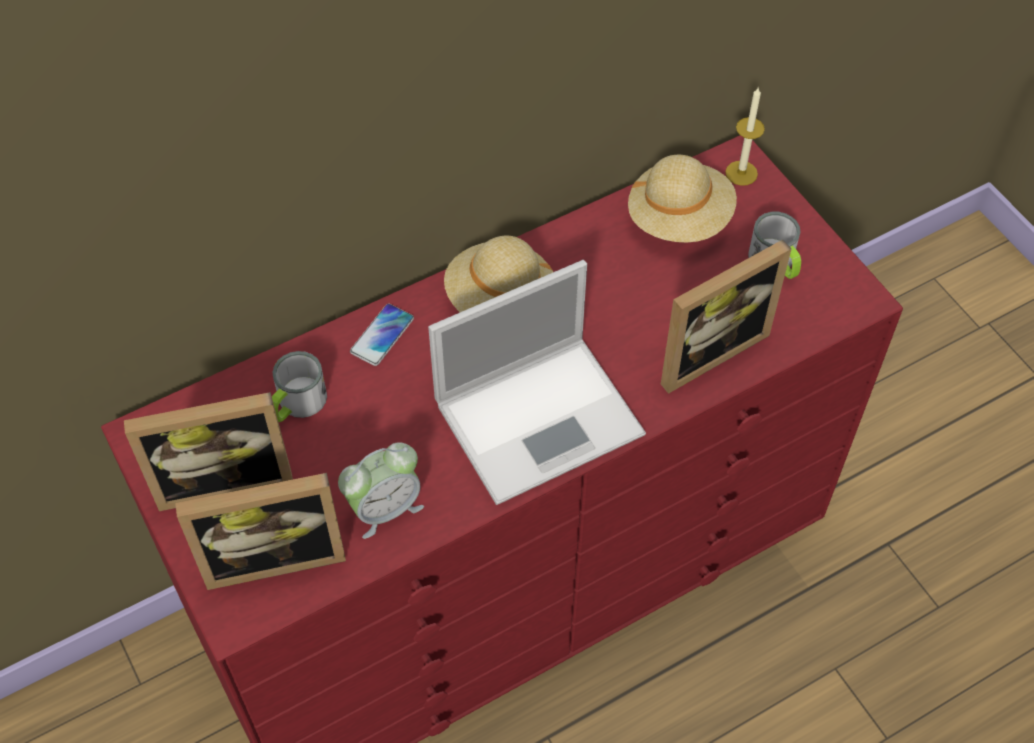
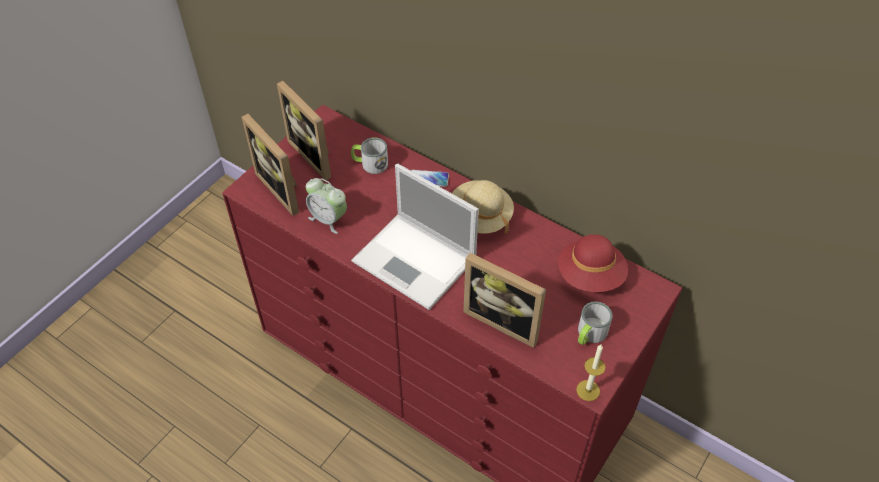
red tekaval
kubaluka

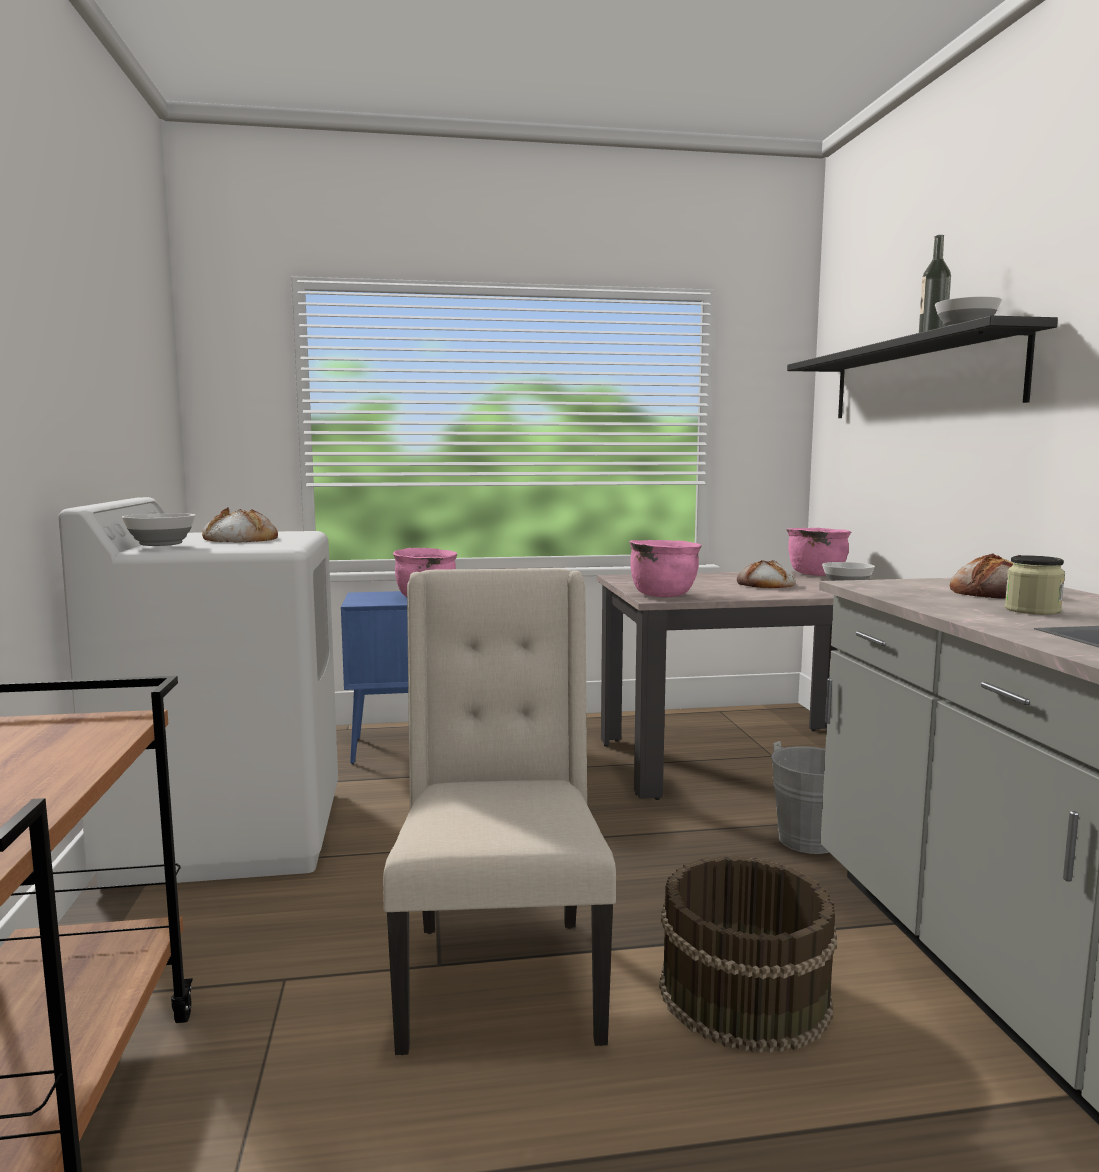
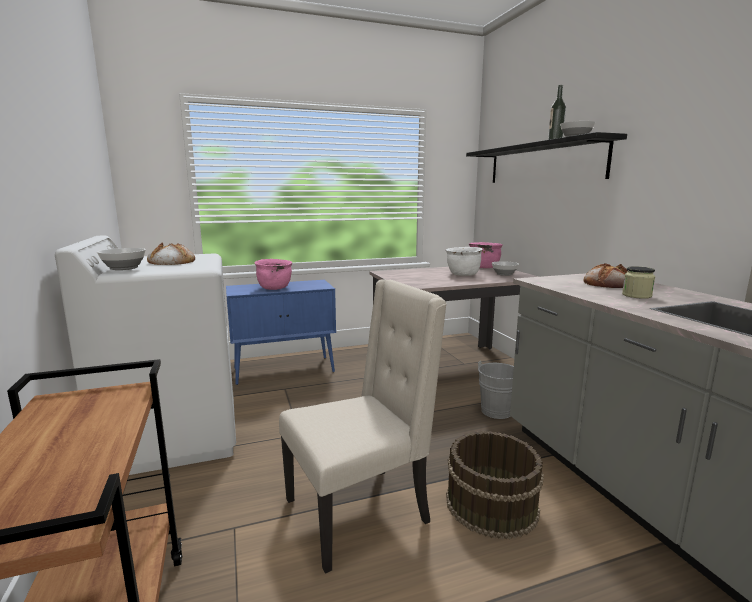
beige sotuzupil
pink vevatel (2nd from left in the first image)
white vevatel

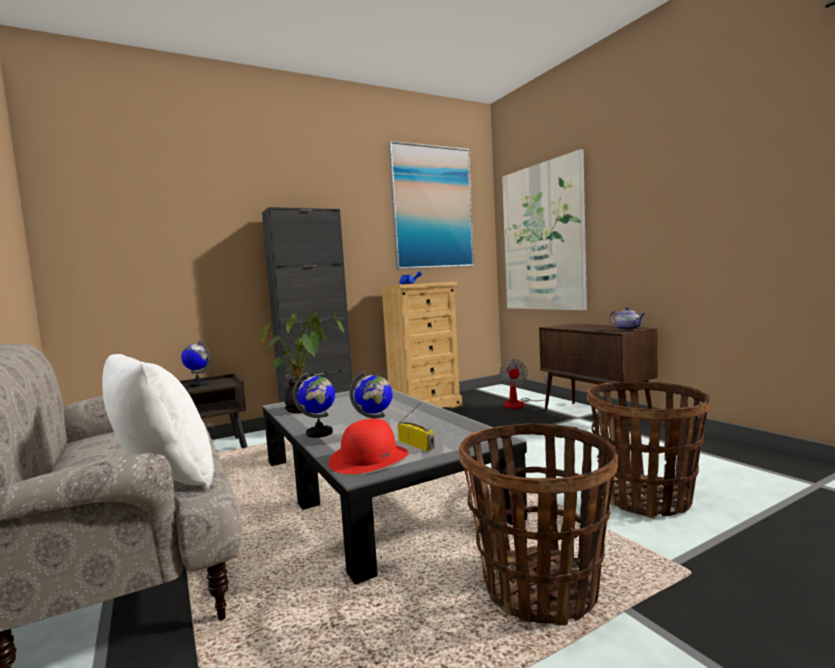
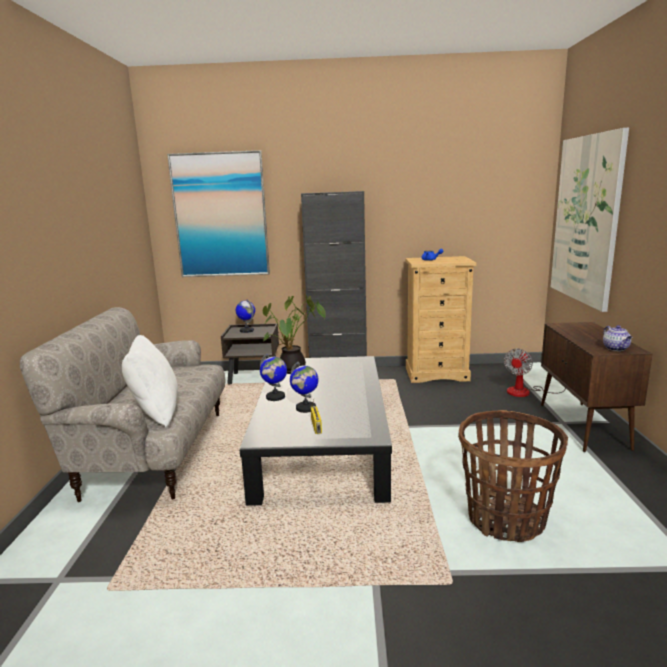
red tekaval
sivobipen (1st from left)
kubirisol (1st from left in the first image)

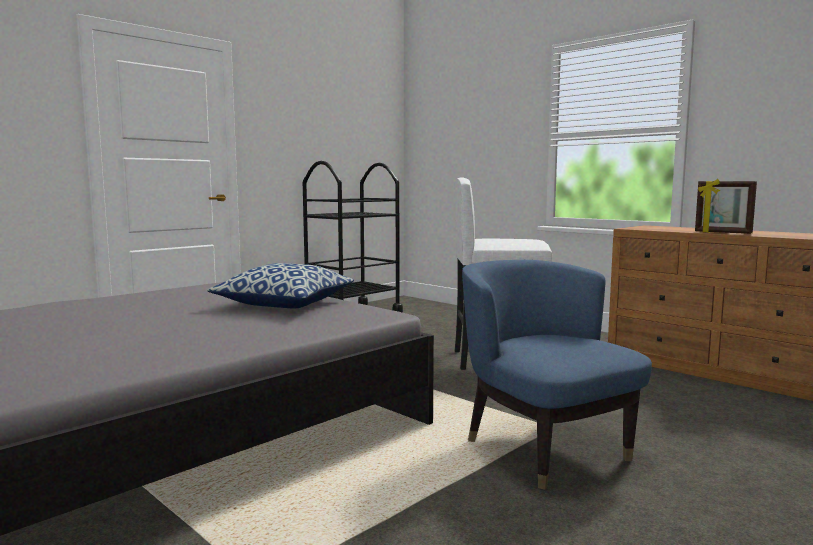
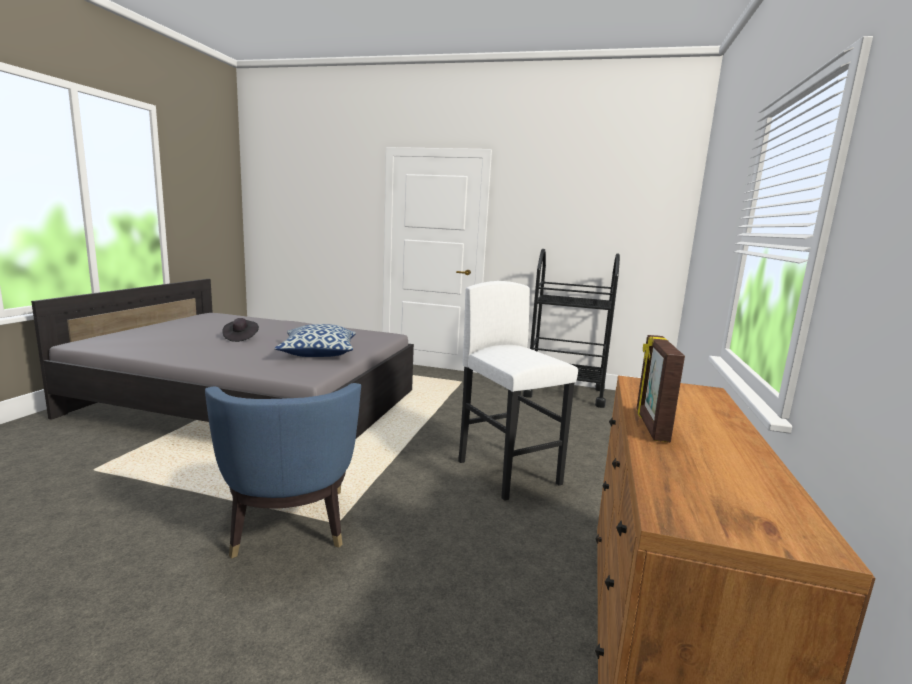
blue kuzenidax
black tekaval

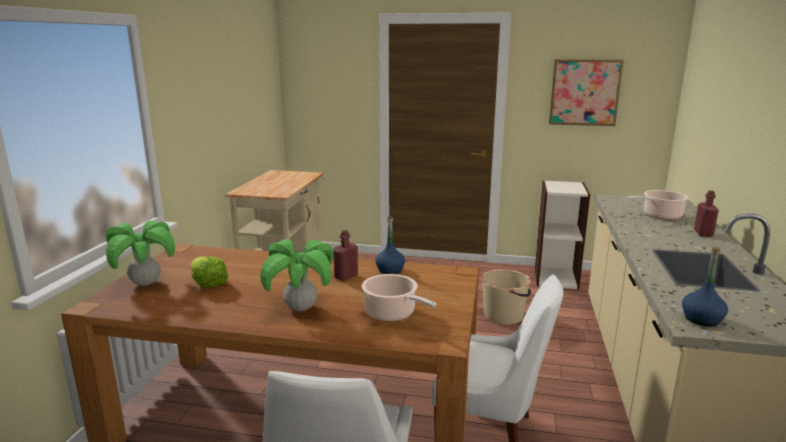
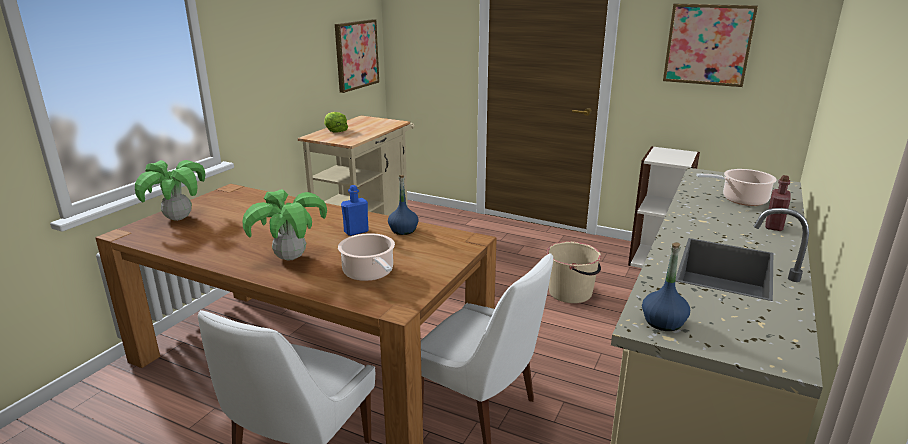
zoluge
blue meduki (1st from left)
sivobipen (1st from left)

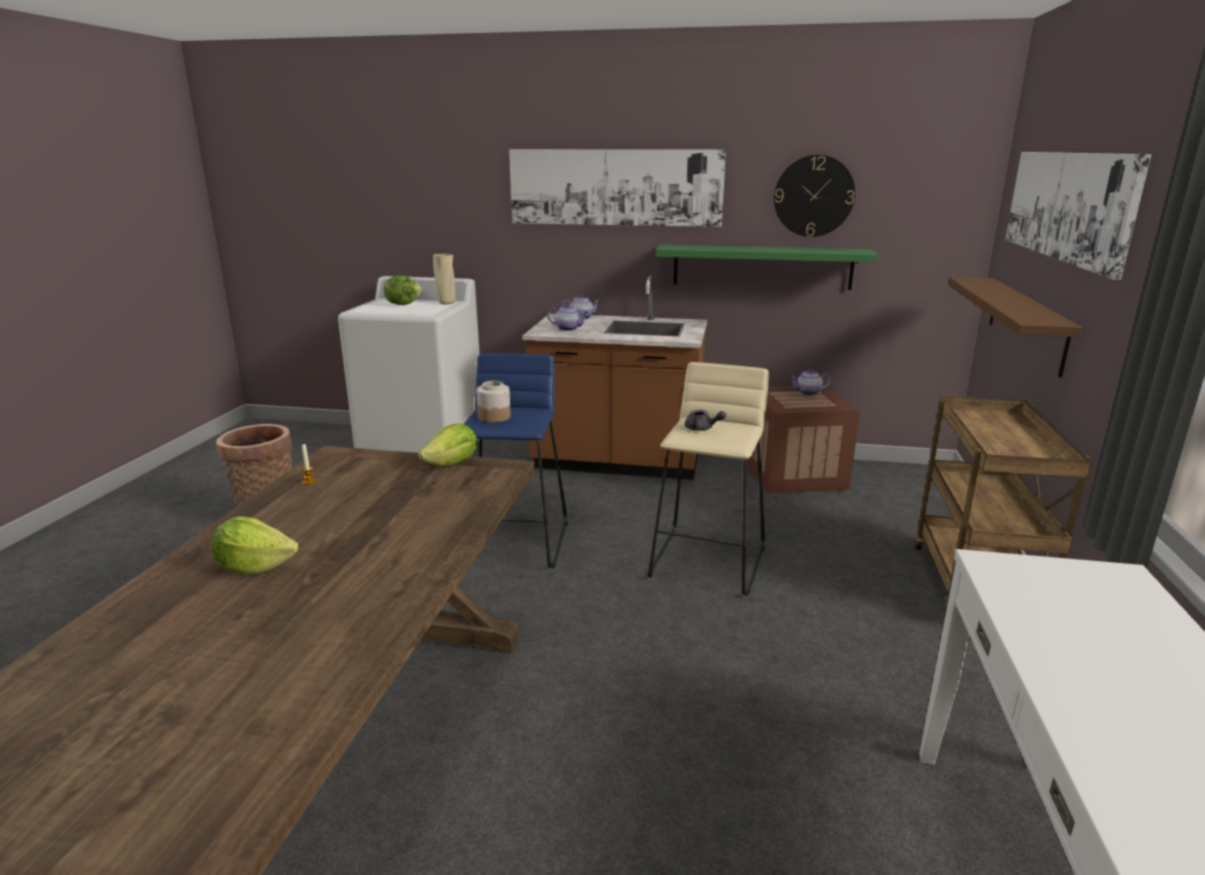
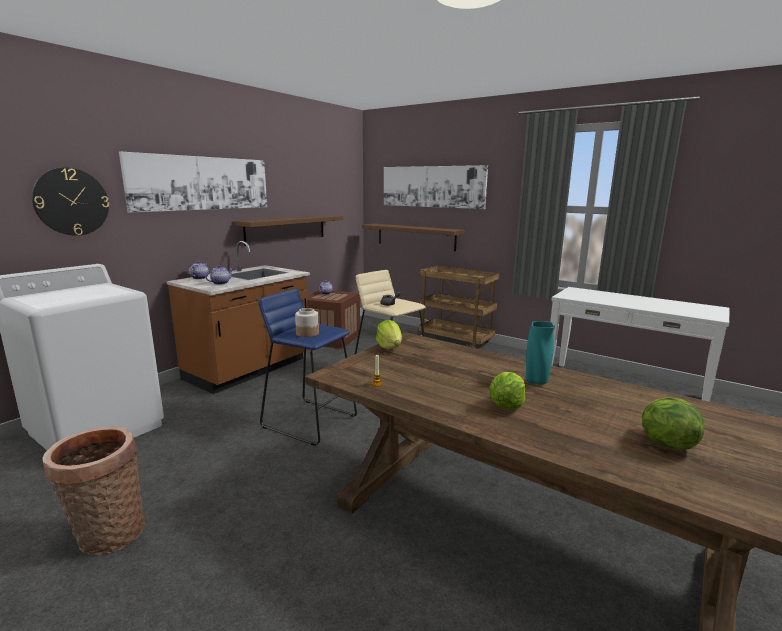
zoluge (3rd from left)
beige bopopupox
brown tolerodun (1st from left)
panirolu
turquoise bopopupox

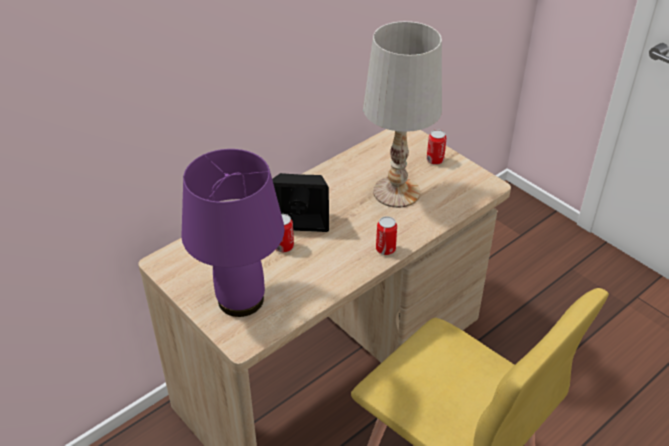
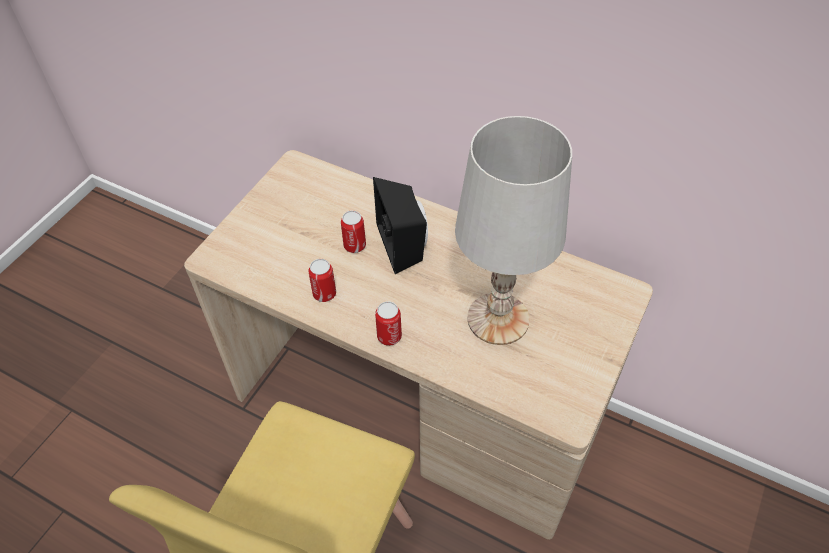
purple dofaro
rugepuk (1st from left)

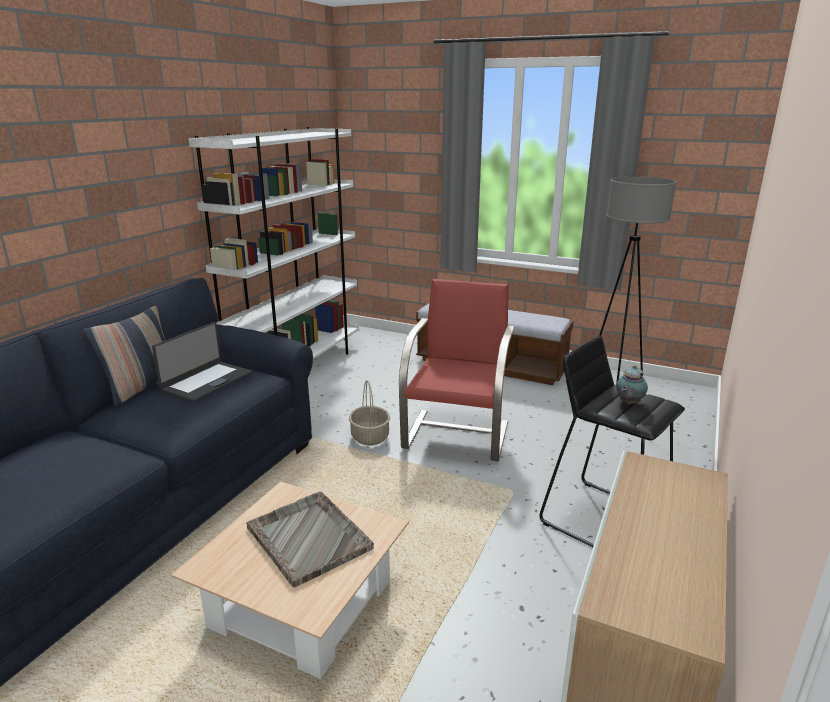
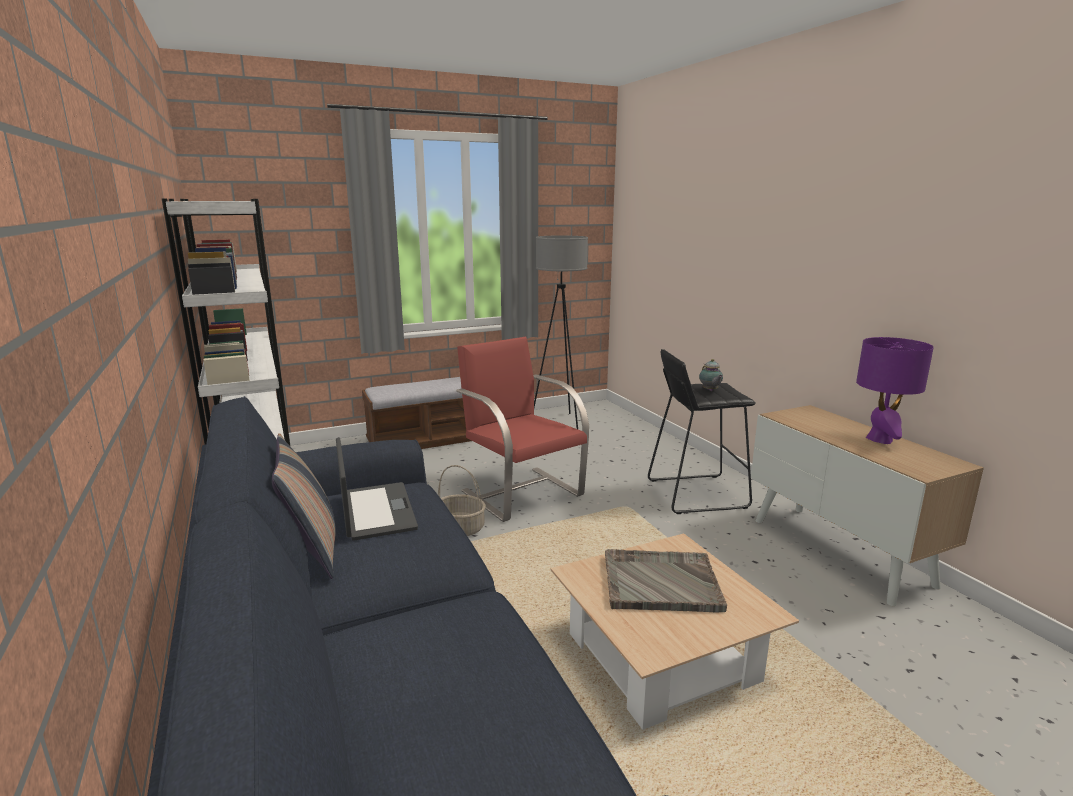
purple dofaro

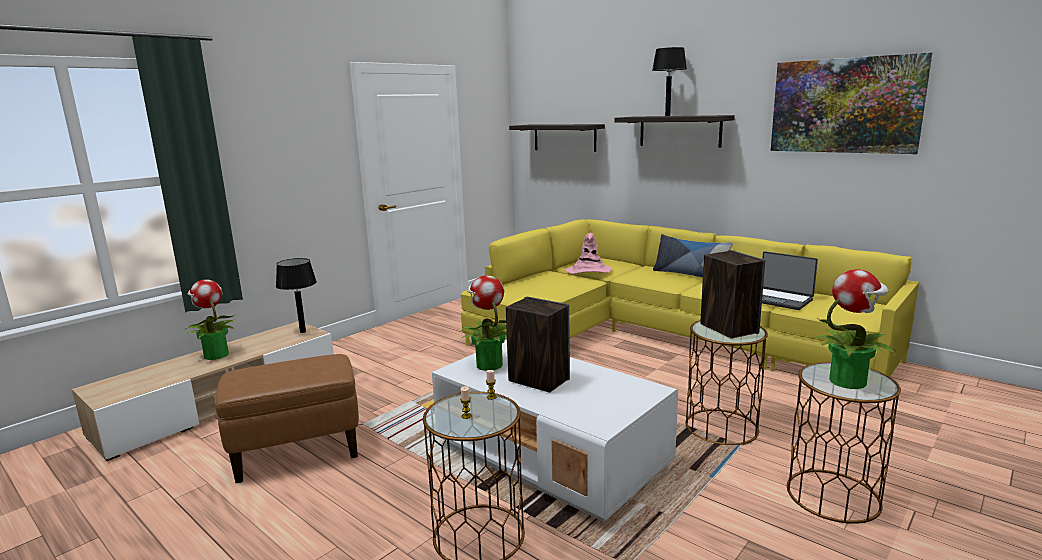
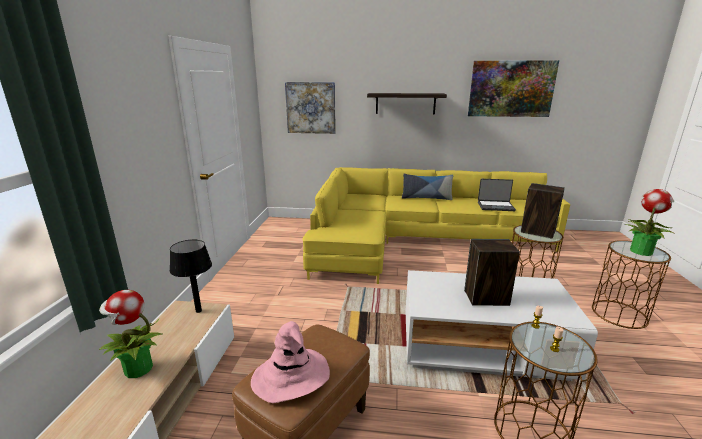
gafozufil (2nd from left in the first image)
sivobipen (1st from left)
pink tekaval
black dofaro (2nd from left in the first image)

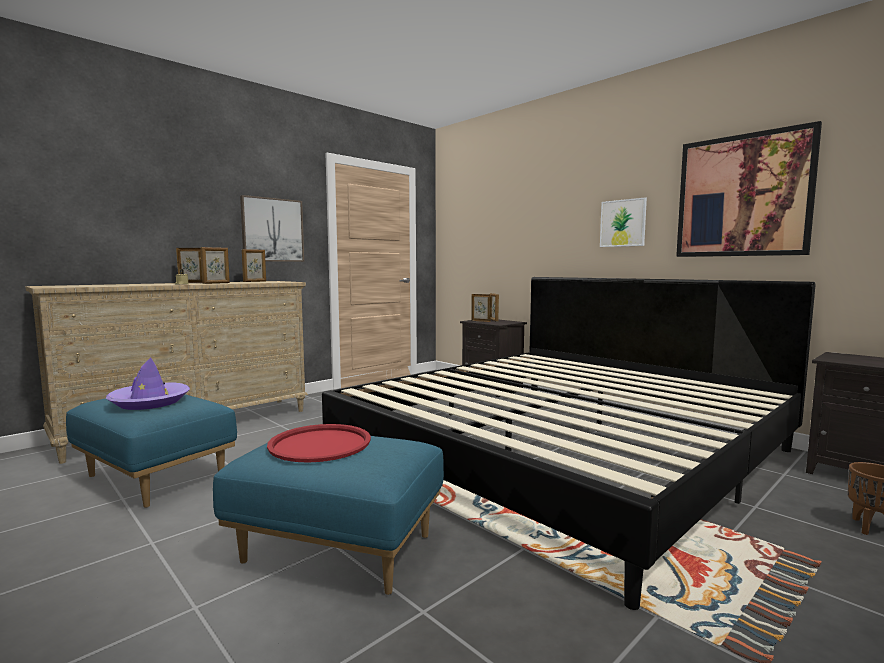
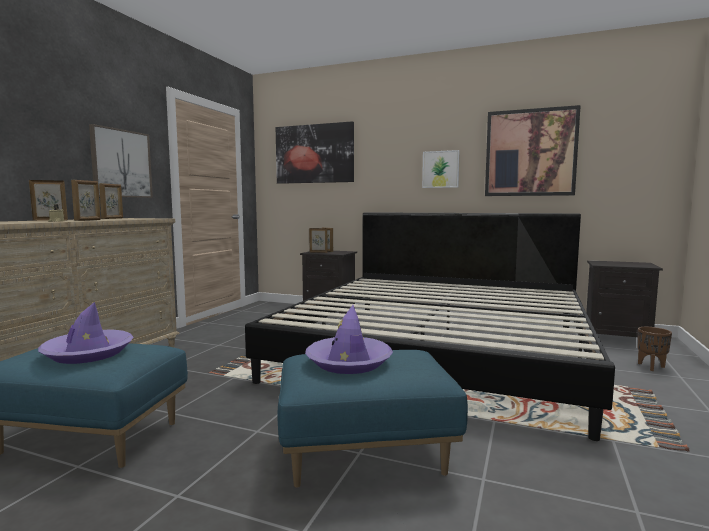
purple tekaval (2nd from left)
sivobipen (2nd from left)

